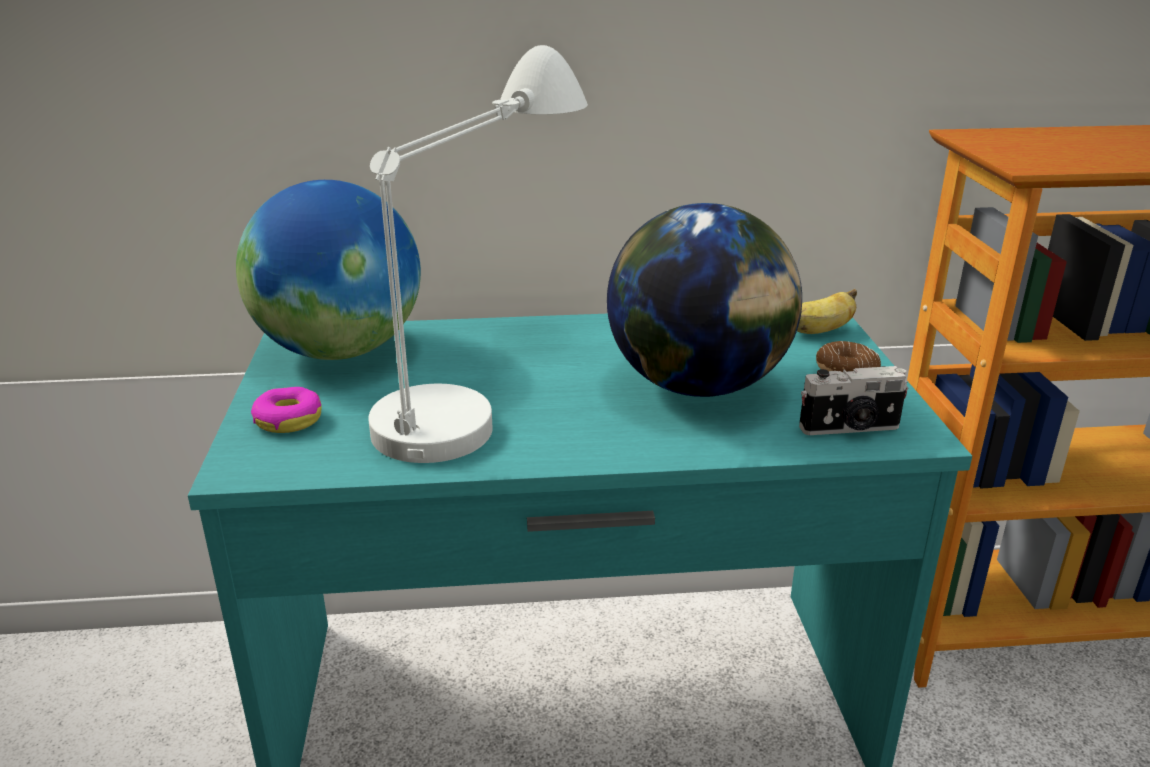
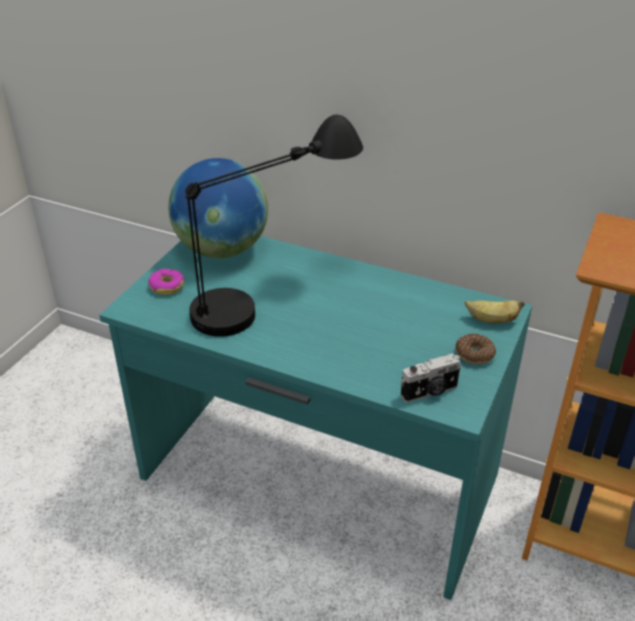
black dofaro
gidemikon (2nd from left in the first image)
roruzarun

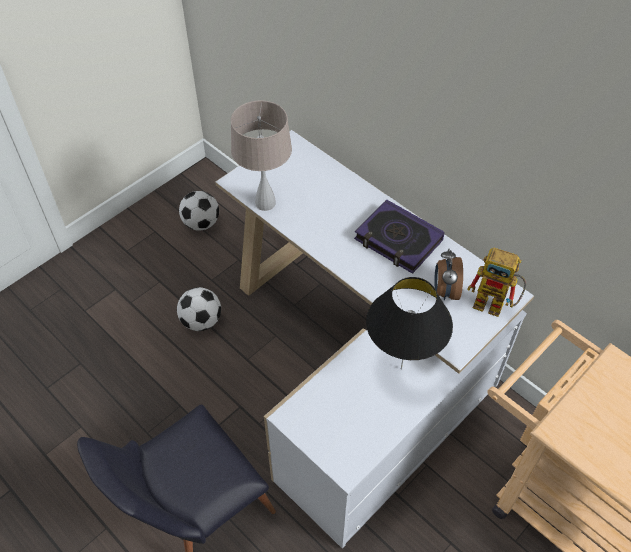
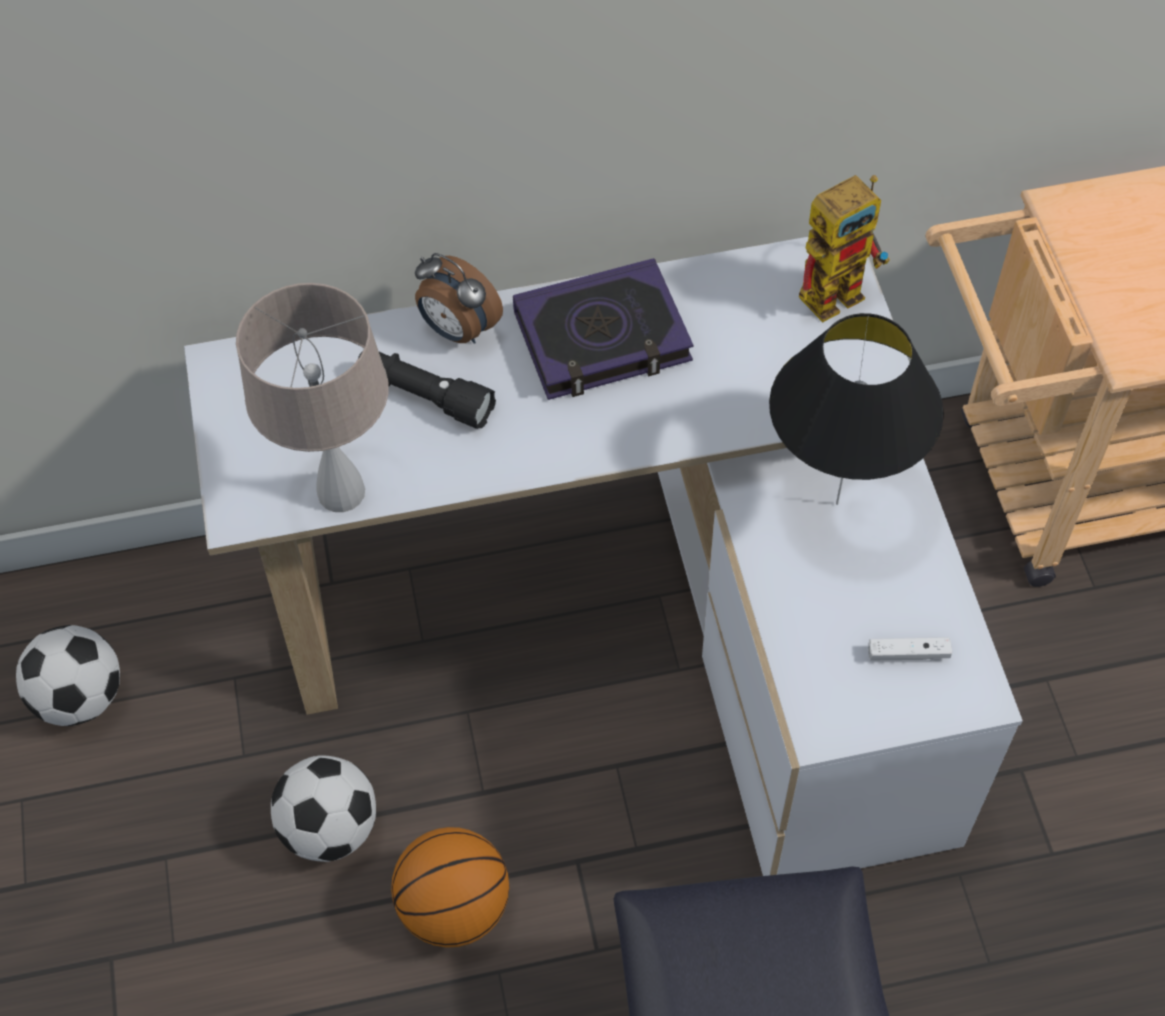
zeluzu
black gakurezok
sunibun
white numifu

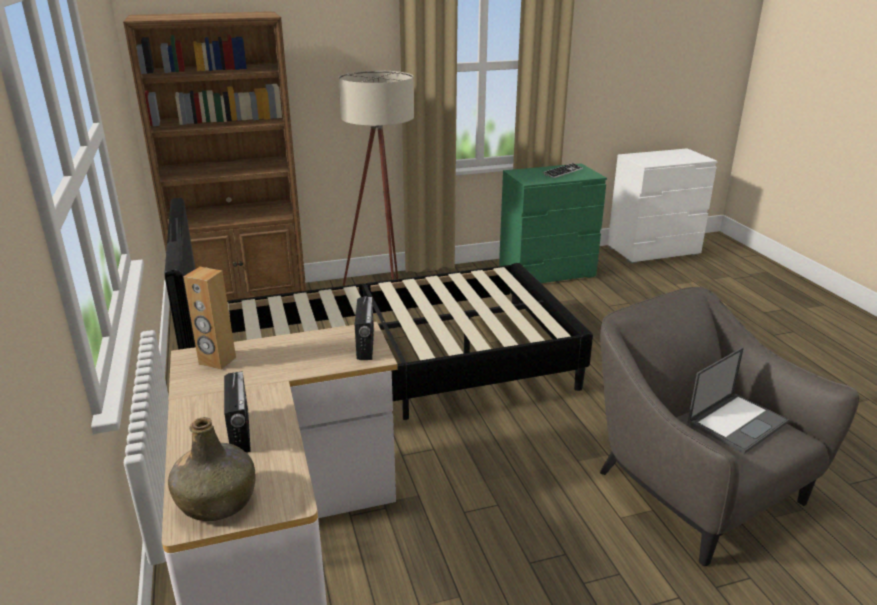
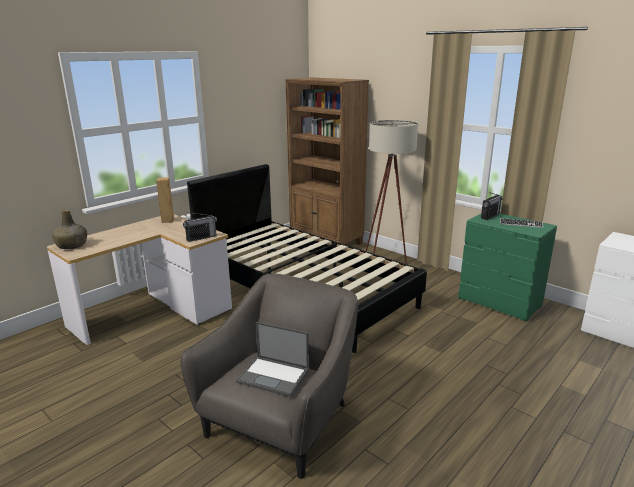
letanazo (2nd from left)

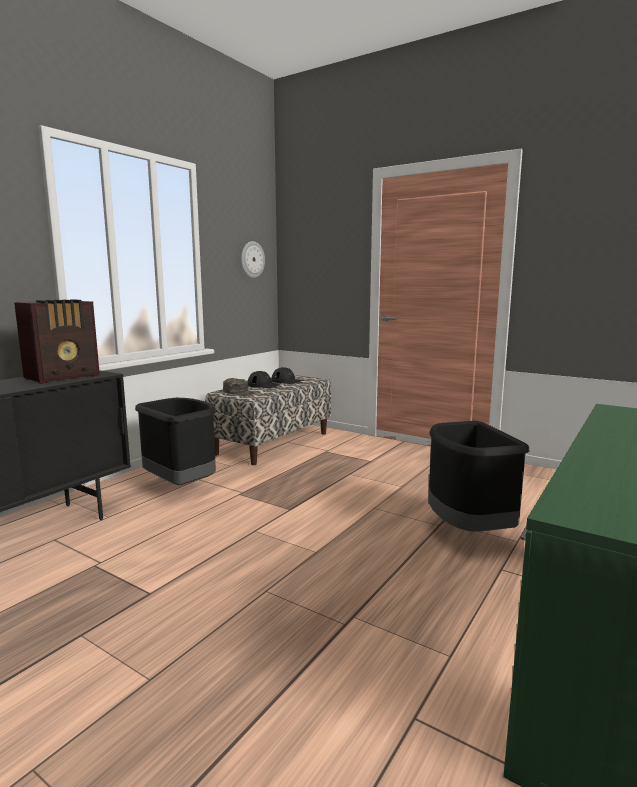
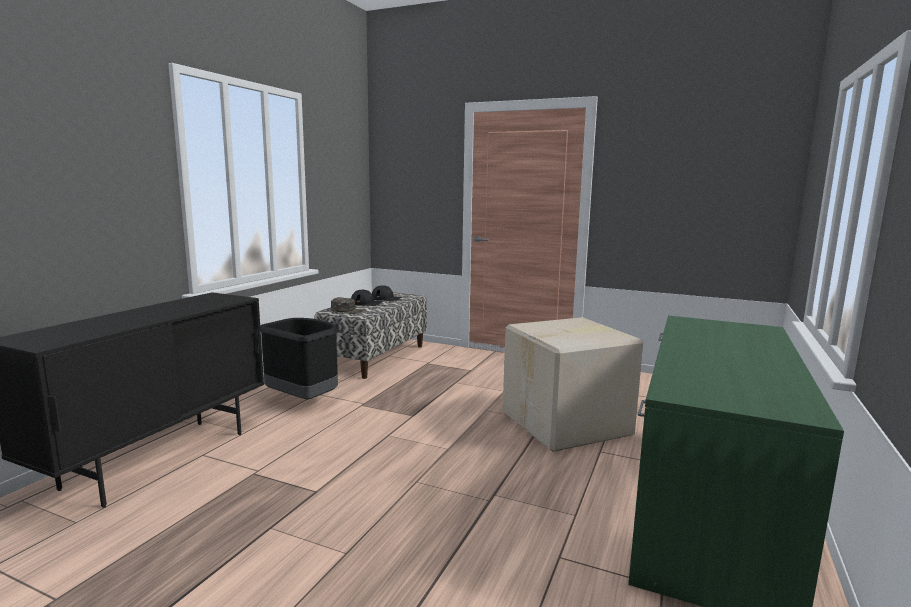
letanazo
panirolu
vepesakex

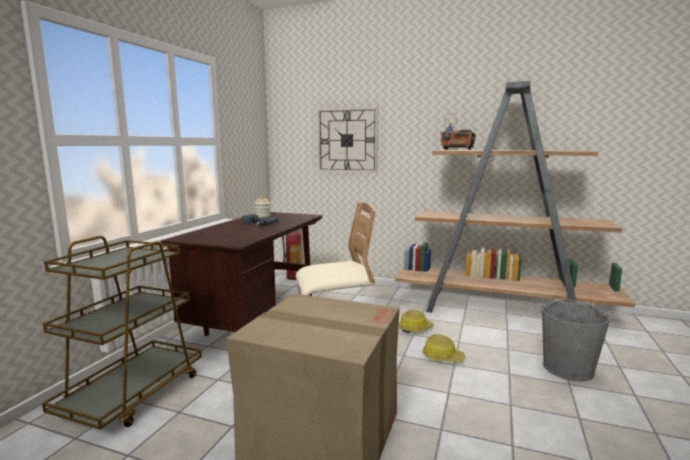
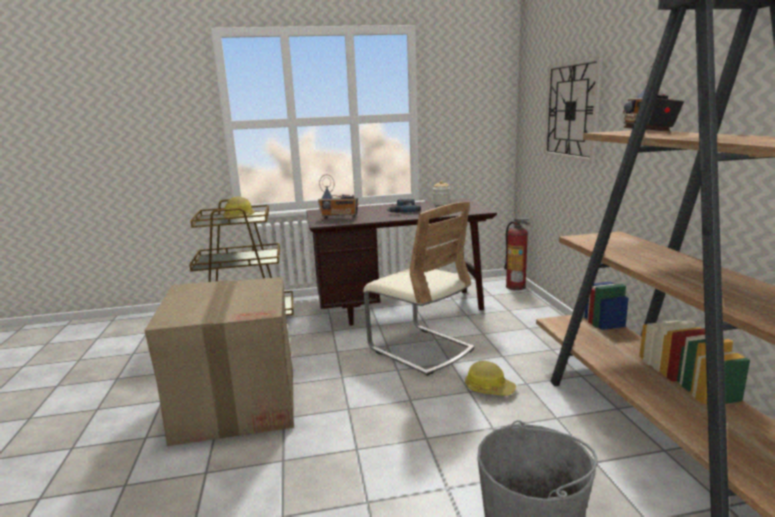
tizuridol (1st from left)
letanazo (1st from left)

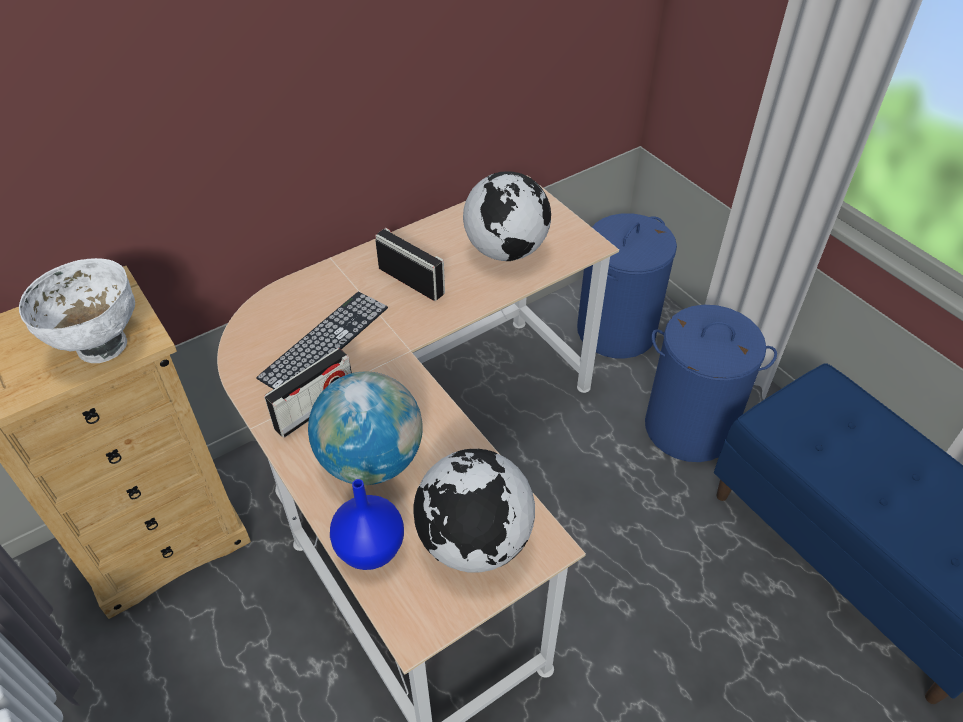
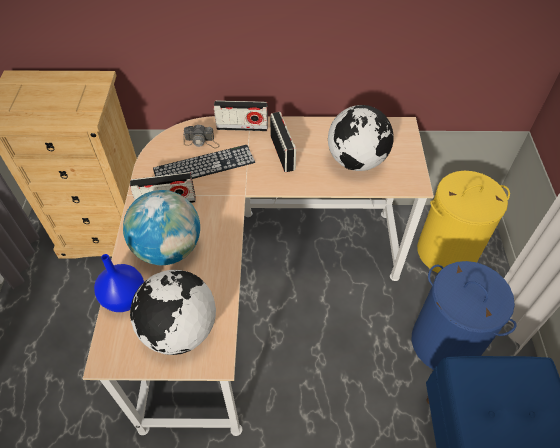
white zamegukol
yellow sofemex
roruzarun
letanazo (2nd from left)

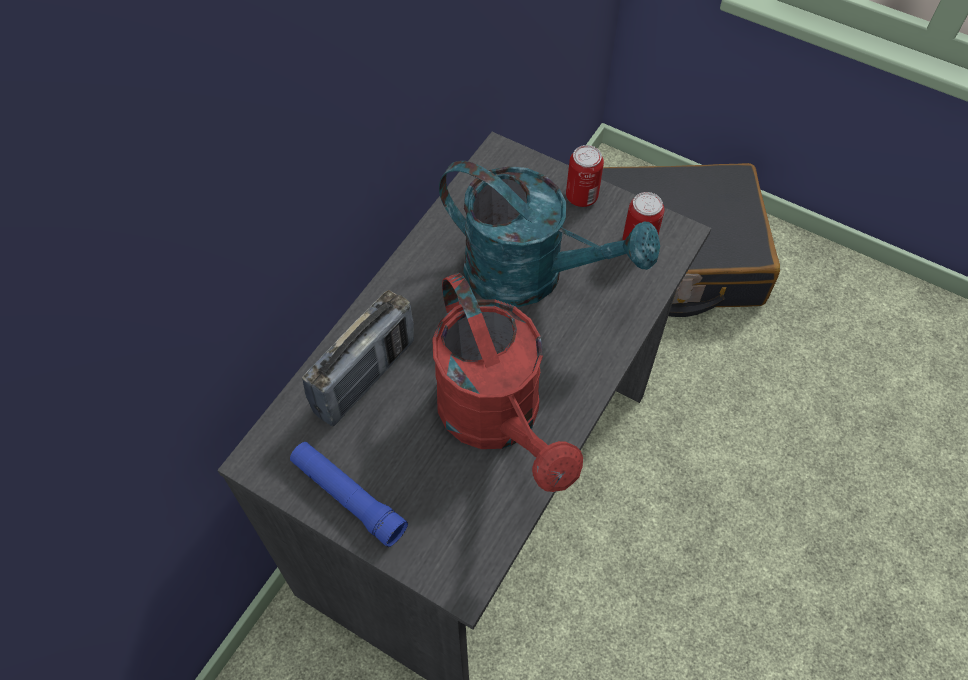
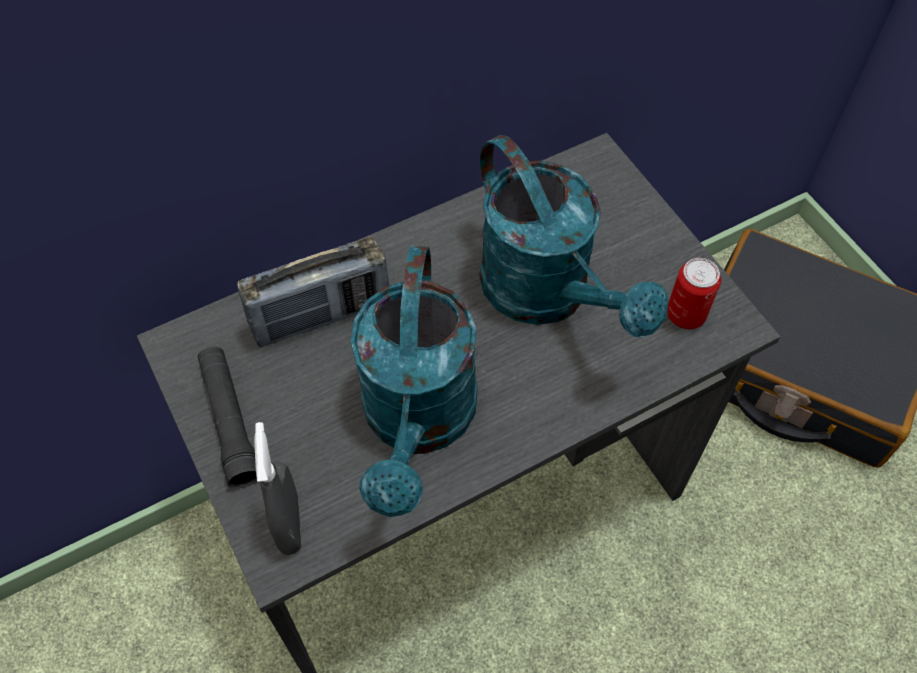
black gakurezok
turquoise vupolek (1st from left)
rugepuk (1st from left in the first image)
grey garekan

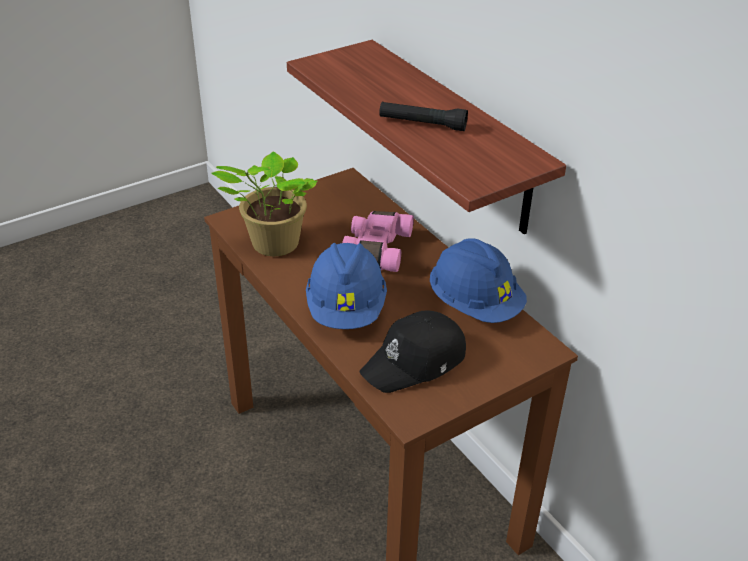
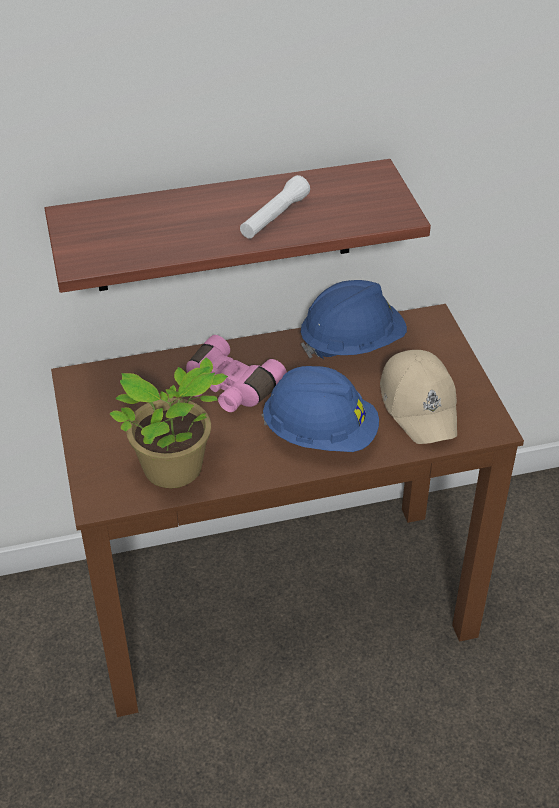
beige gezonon
white gakurezok

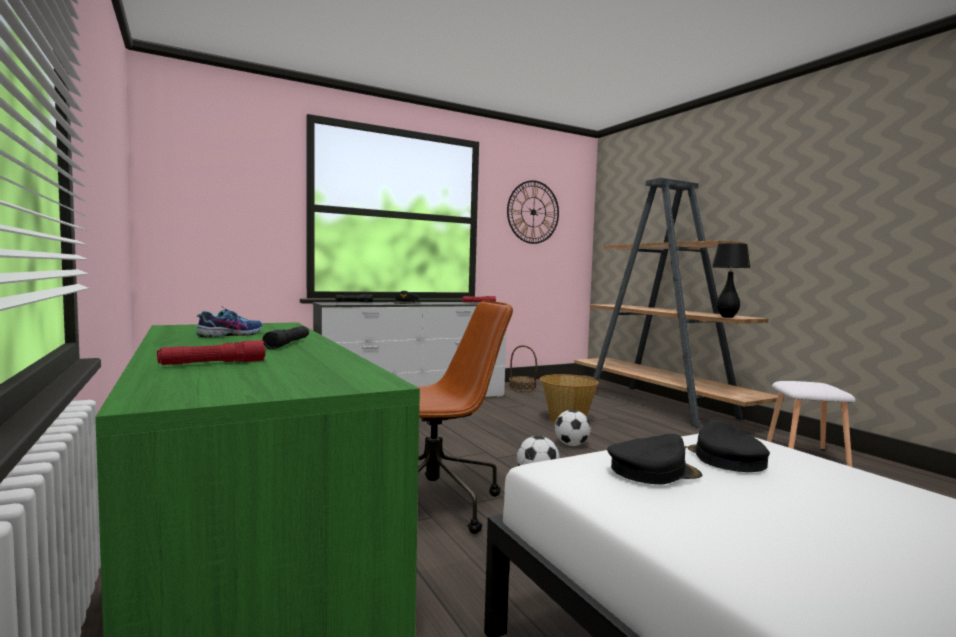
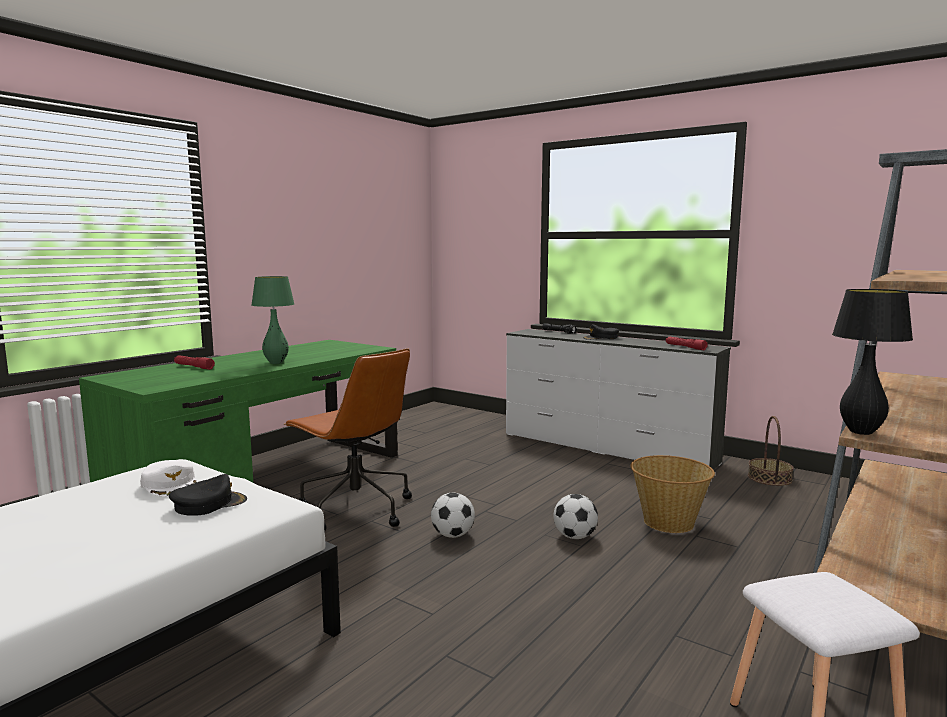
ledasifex
green dofaro
panirolu
white gezonon

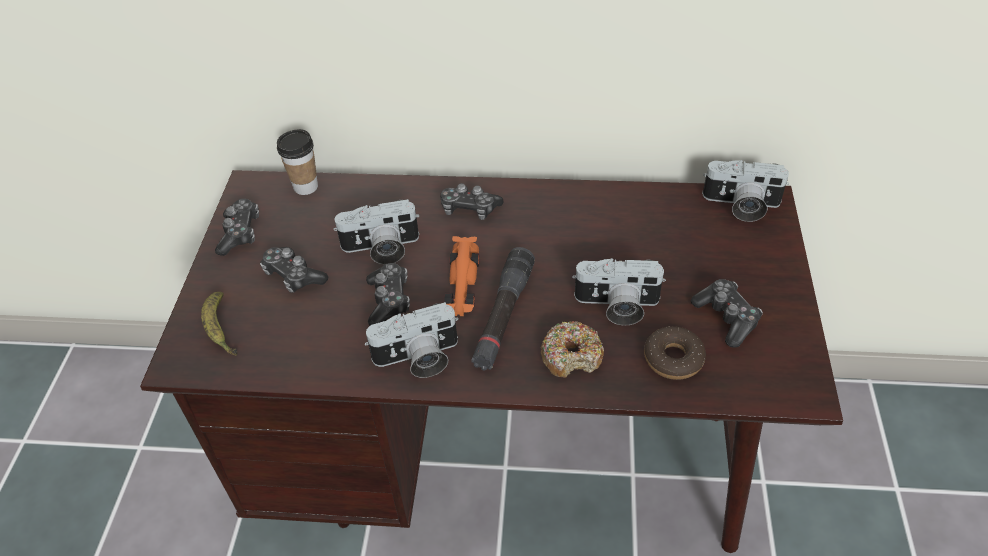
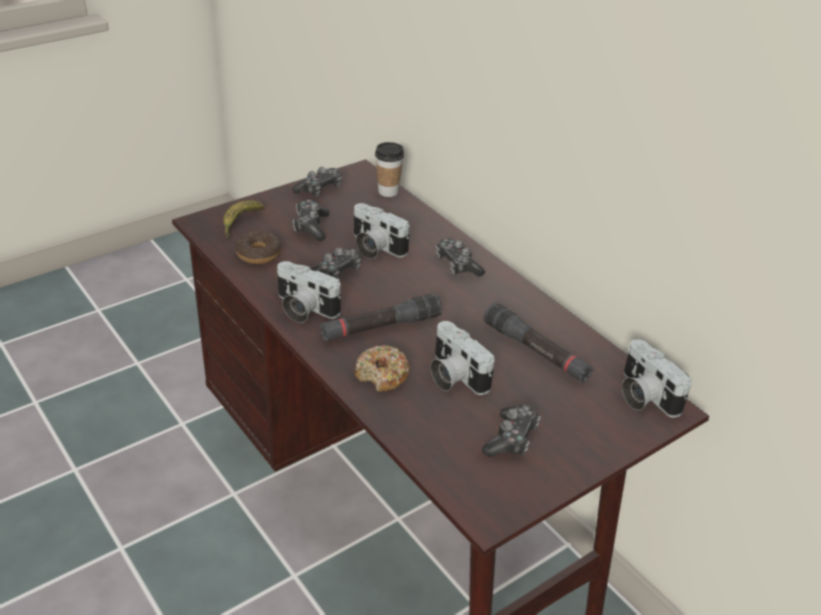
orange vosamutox
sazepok (1st from left)
black gakurezok (2nd from left)

